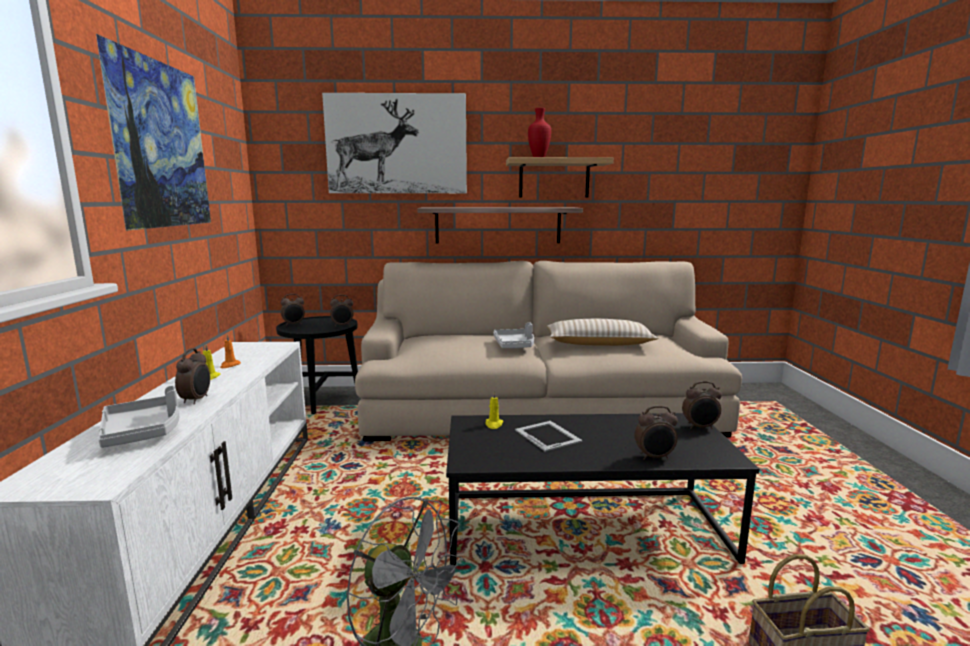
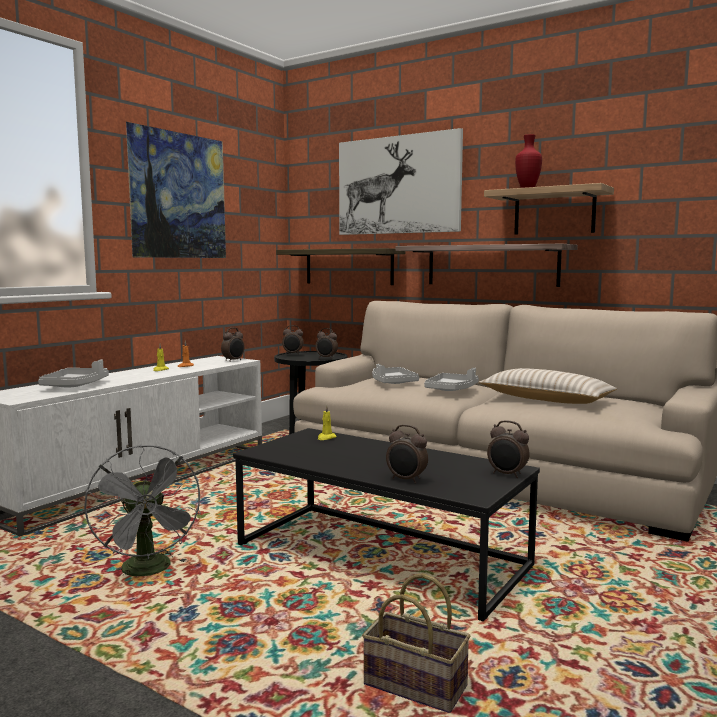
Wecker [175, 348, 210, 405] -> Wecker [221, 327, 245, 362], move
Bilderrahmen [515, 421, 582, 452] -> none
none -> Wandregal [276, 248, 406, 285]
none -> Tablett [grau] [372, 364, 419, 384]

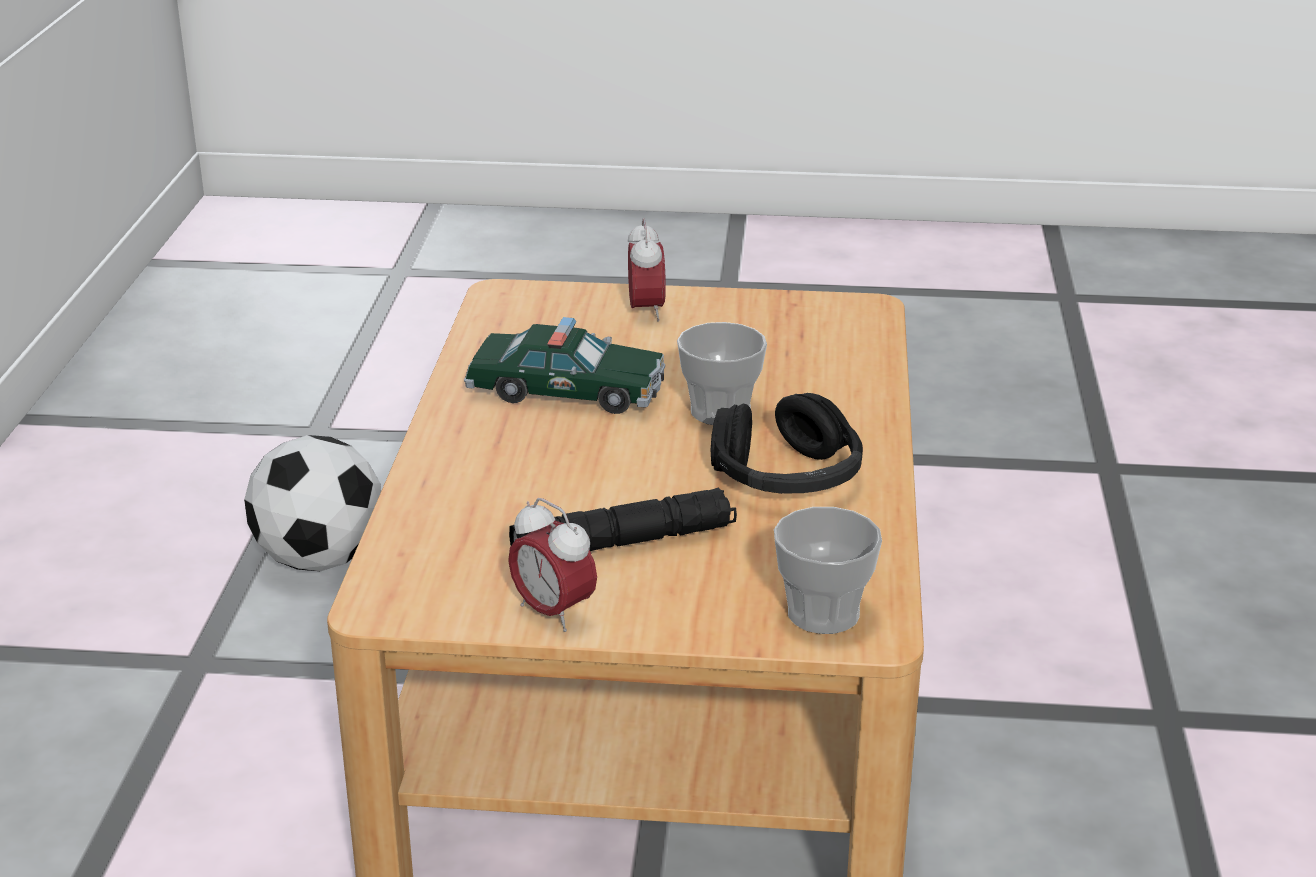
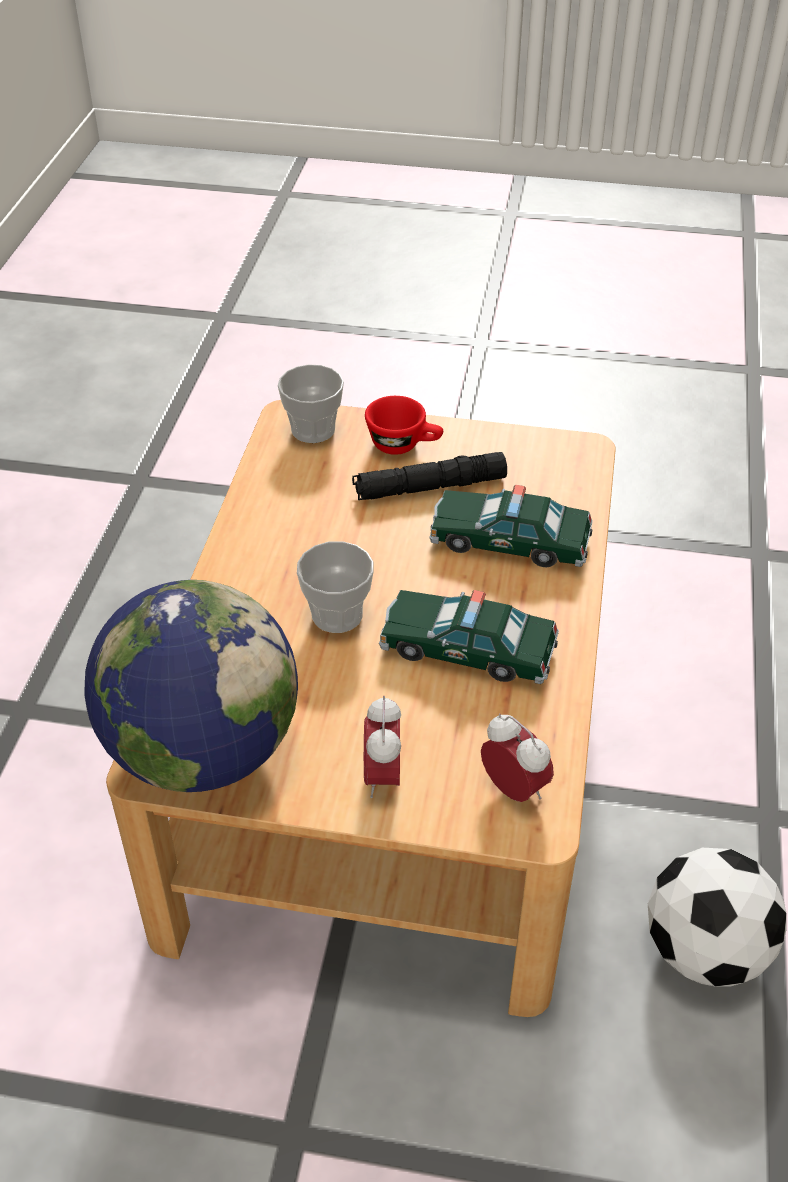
Wecker [508, 498, 597, 632] -> Wecker [481, 713, 554, 802], move
Kopfhörer [schwarz] [711, 393, 863, 494] -> none
none -> Globus [84, 580, 298, 792]
none -> Tasse [rot] [365, 396, 443, 455]
none -> Spielzeugauto [429, 485, 593, 567]

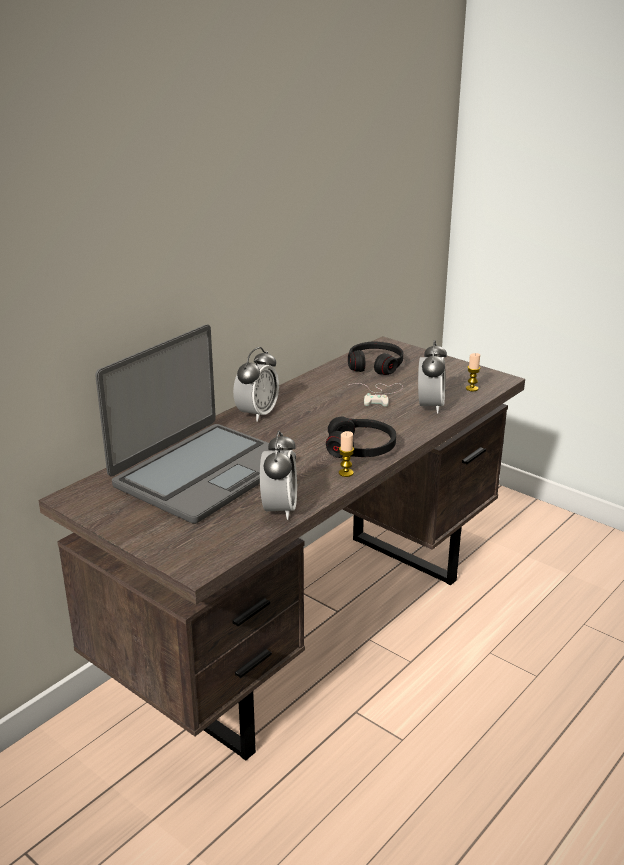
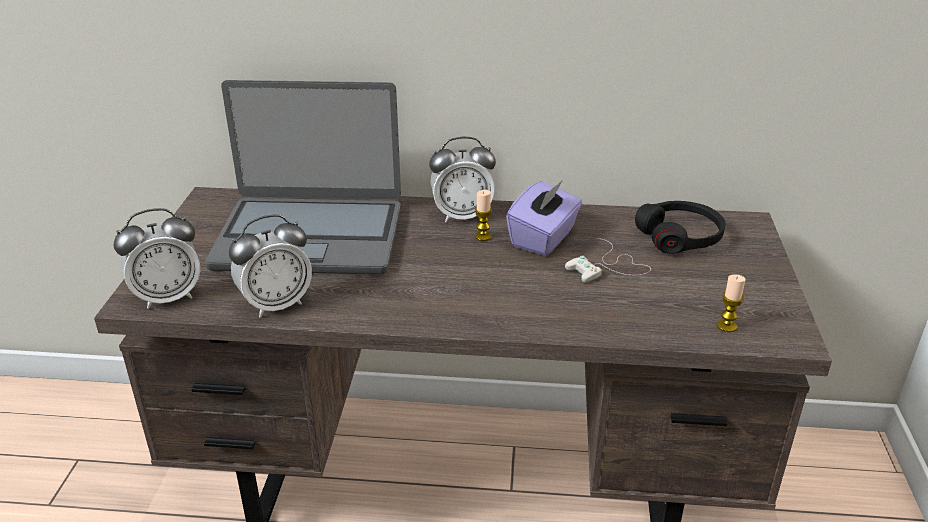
Kopfhörer [schwarz] [326, 417, 396, 458] -> none
Kerze [339, 431, 354, 477] -> Kerze [475, 190, 492, 241], move
Wecker [418, 340, 447, 413] -> Wecker [113, 208, 200, 309], move
none -> Taschentuchbox [lila] [506, 180, 582, 256]

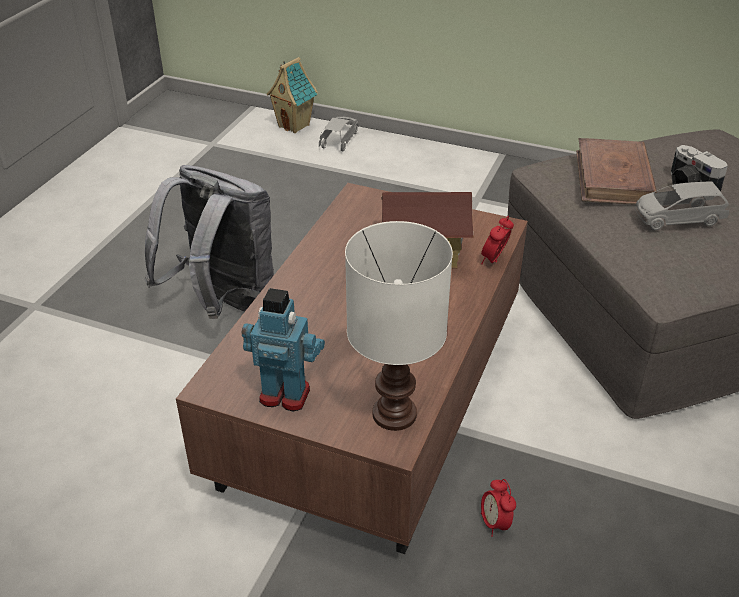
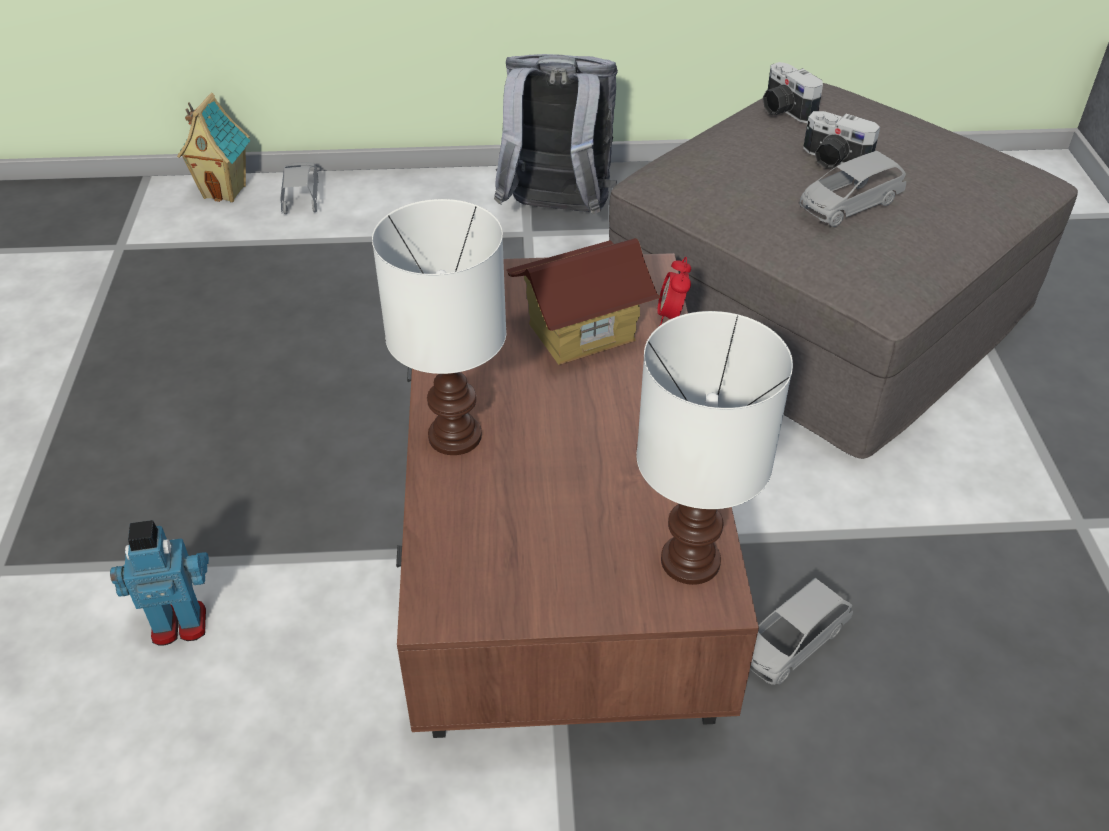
Rucksack [grau] [145, 165, 274, 319] -> Rucksack [grau] [494, 54, 618, 214], move
Spielzeugroboter [242, 288, 325, 411] -> Spielzeugroboter [110, 520, 209, 646], move
Wecker [481, 479, 516, 537] -> Spielzeugauto [grau] [750, 577, 853, 685]
Buch [braun] [576, 138, 657, 205] -> none
none -> Tischlampe [weiß] [372, 199, 507, 455]
none -> Kamera [763, 62, 823, 123]

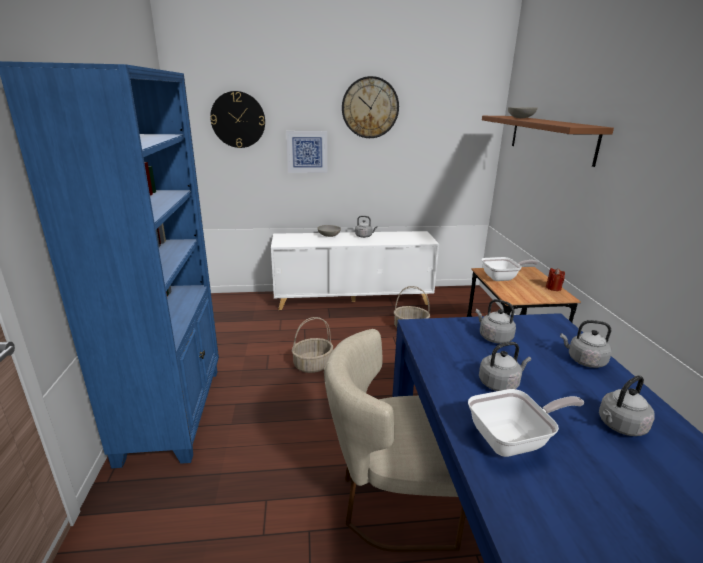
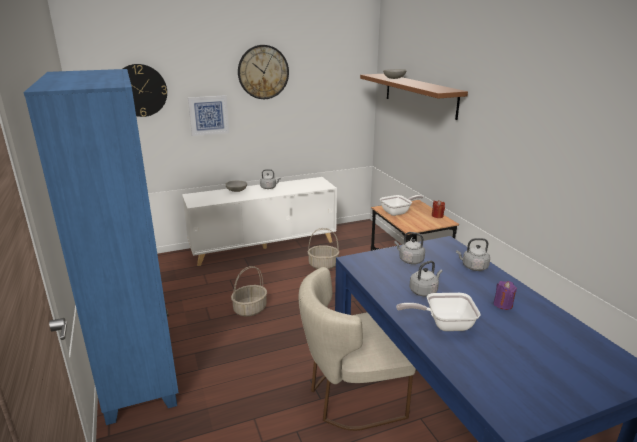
Pfanne [468, 389, 585, 457] -> Pfanne [396, 293, 481, 331], 150 degrees counterclockwise
Wasserkessel [grau] [599, 375, 655, 436] -> Kerze [lila] [494, 281, 517, 310]

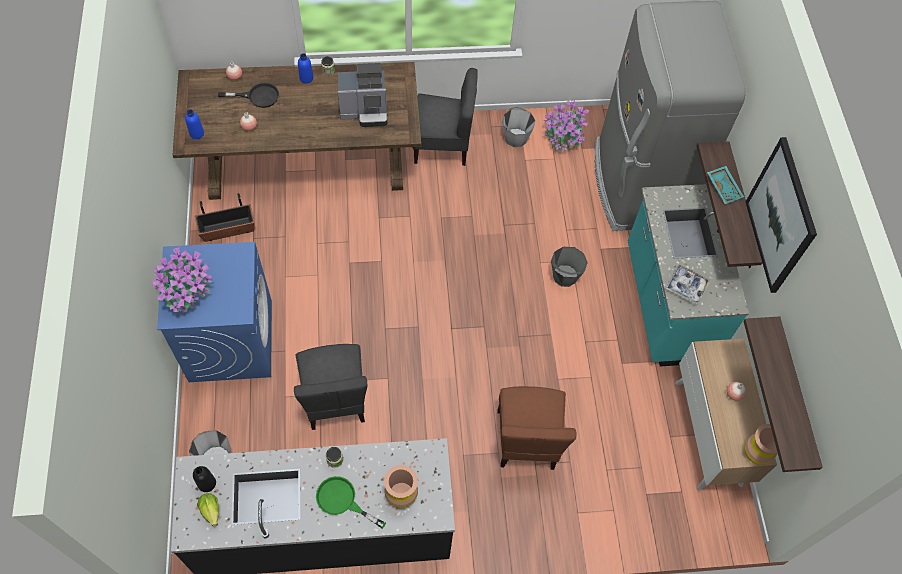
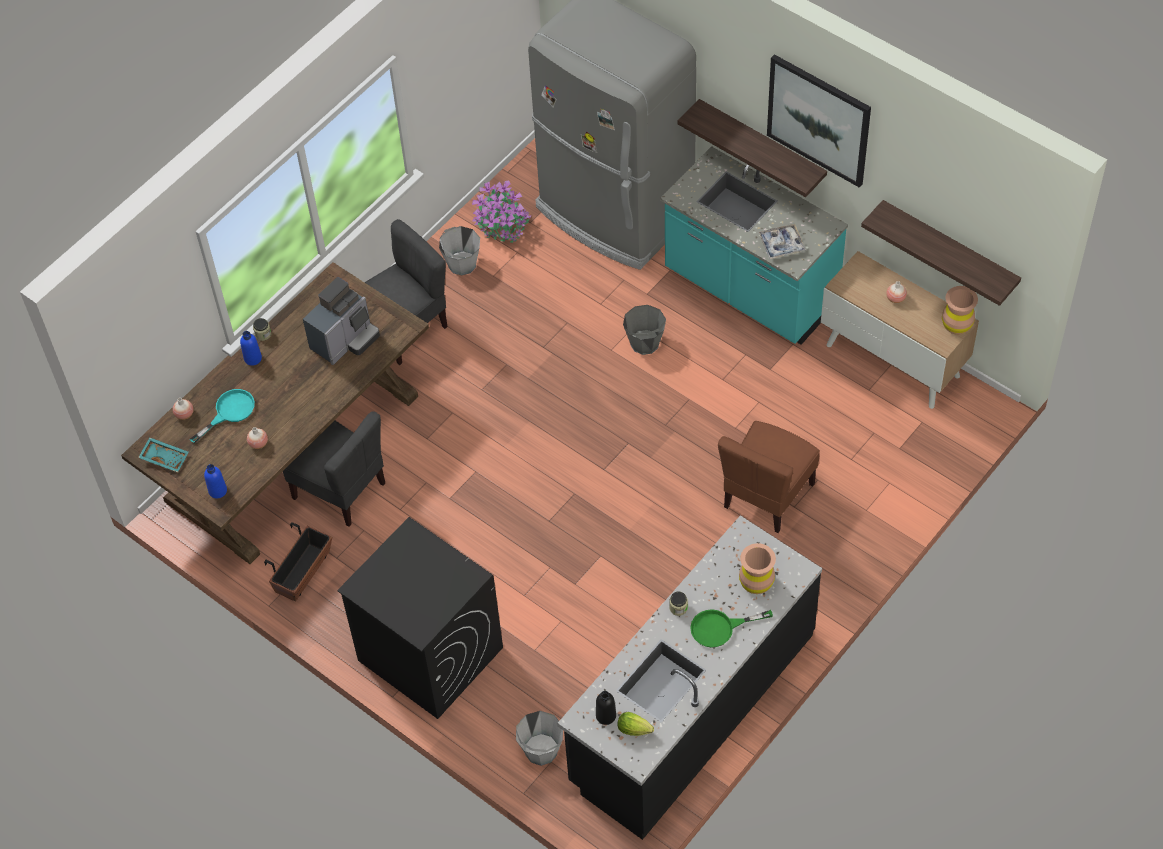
Topfpflanze [152, 247, 213, 313] -> none
Waschmaschine [blau] [157, 242, 272, 382] -> Waschmaschine [schwarz] [337, 517, 503, 719]
Pfanne [schwarz] [218, 83, 279, 108] -> Pfanne [türkis] [190, 389, 255, 443]
Stuhl [grau] [294, 344, 367, 430] -> Stuhl [grau] [283, 411, 385, 526], move
Stuhl [braun] [497, 386, 577, 470] -> Stuhl [braun] [718, 421, 820, 533], 75 degrees clockwise
Tablett [türkis] [707, 166, 744, 204] -> Tablett [türkis] [138, 437, 189, 472], move

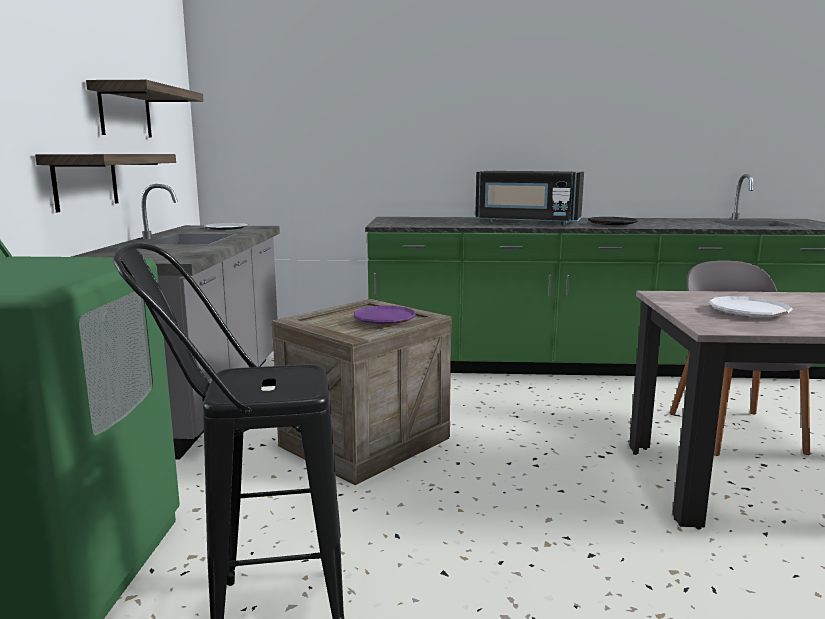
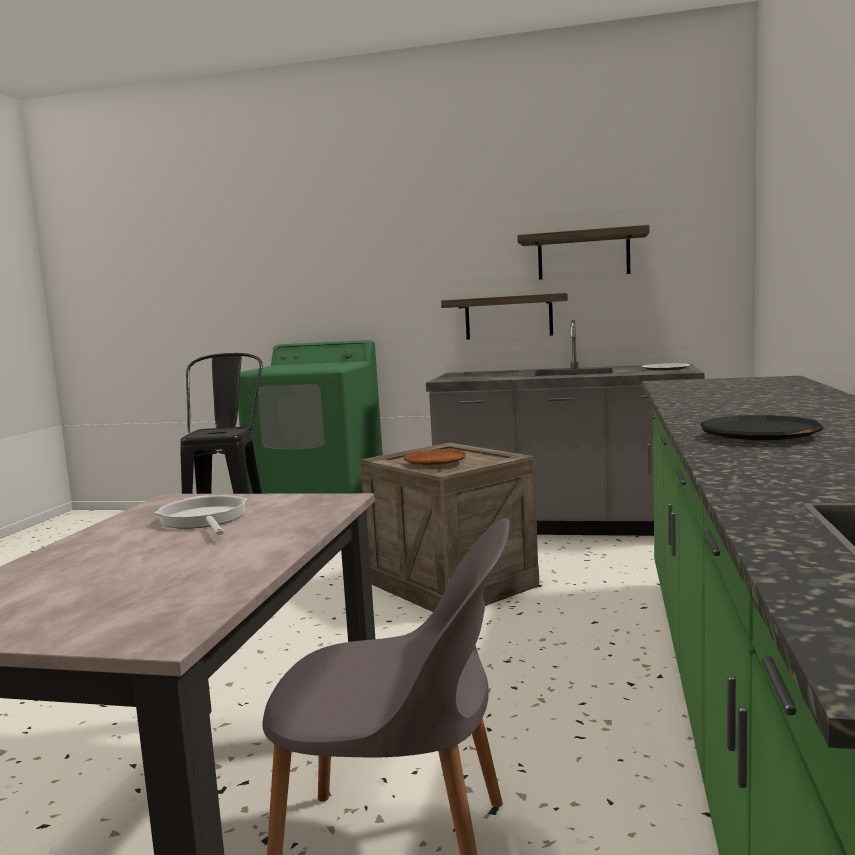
Teller [lila] [354, 306, 416, 324] -> Teller [braun] [404, 449, 466, 465]
Mikrowelle [schwarz] [475, 171, 584, 225] -> none
Teller [weiß] [709, 296, 793, 317] -> Pfanne [155, 495, 247, 535]

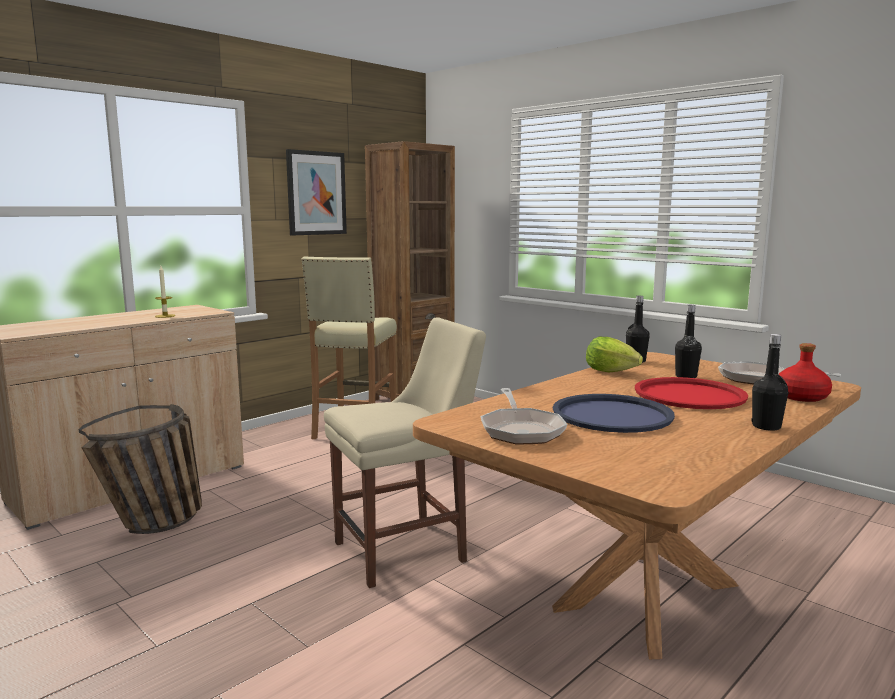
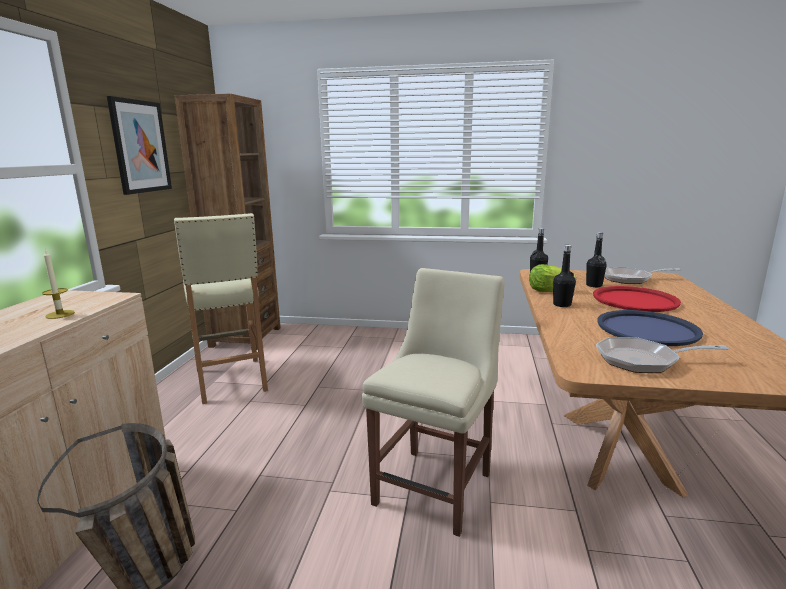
Pfanne [481, 388, 567, 444] -> Pfanne [596, 337, 729, 373], 135 degrees clockwise
Flasche [schwarz] [751, 334, 788, 431] -> Flasche [schwarz] [553, 245, 576, 307], move
Flasche [rot] [779, 343, 832, 402] -> none

